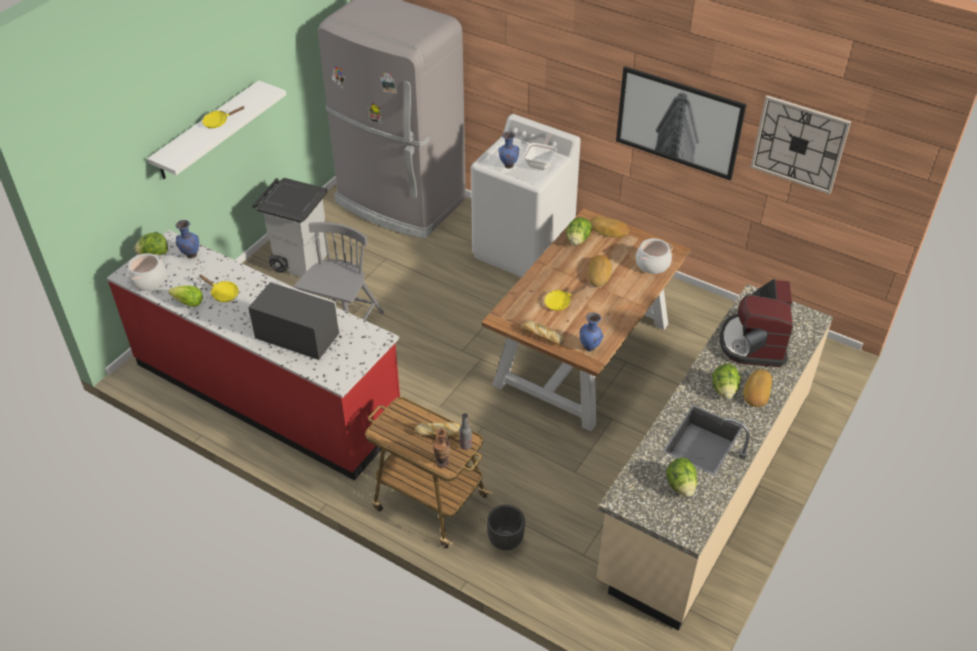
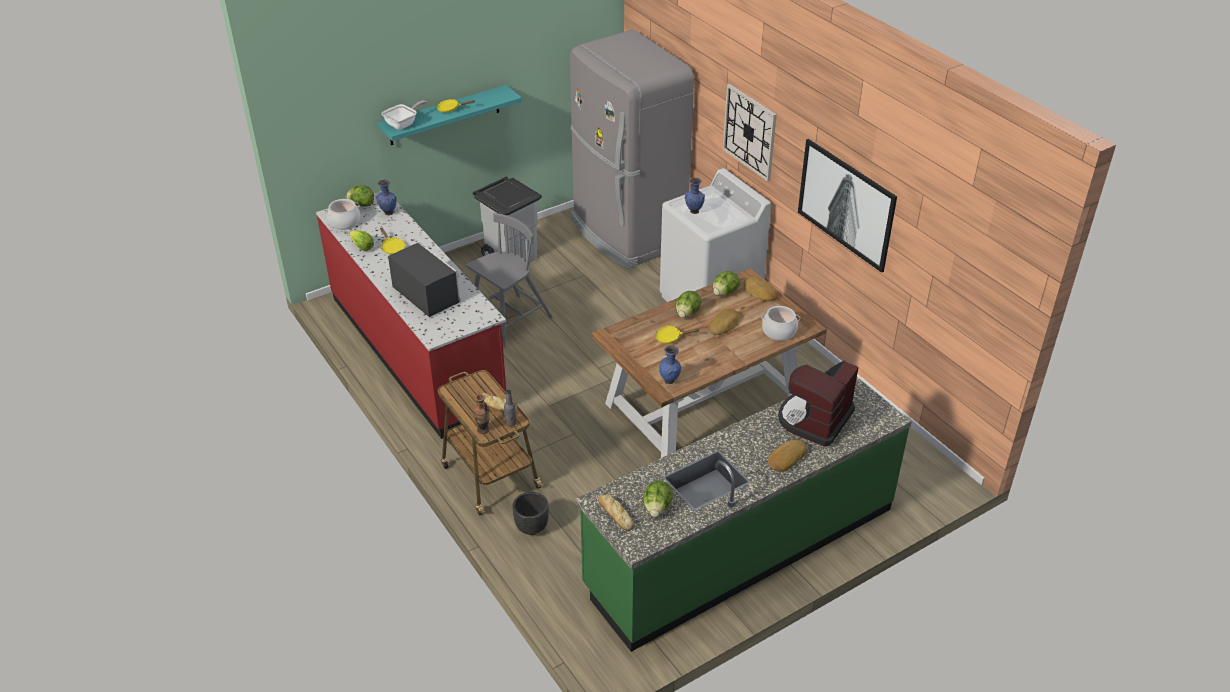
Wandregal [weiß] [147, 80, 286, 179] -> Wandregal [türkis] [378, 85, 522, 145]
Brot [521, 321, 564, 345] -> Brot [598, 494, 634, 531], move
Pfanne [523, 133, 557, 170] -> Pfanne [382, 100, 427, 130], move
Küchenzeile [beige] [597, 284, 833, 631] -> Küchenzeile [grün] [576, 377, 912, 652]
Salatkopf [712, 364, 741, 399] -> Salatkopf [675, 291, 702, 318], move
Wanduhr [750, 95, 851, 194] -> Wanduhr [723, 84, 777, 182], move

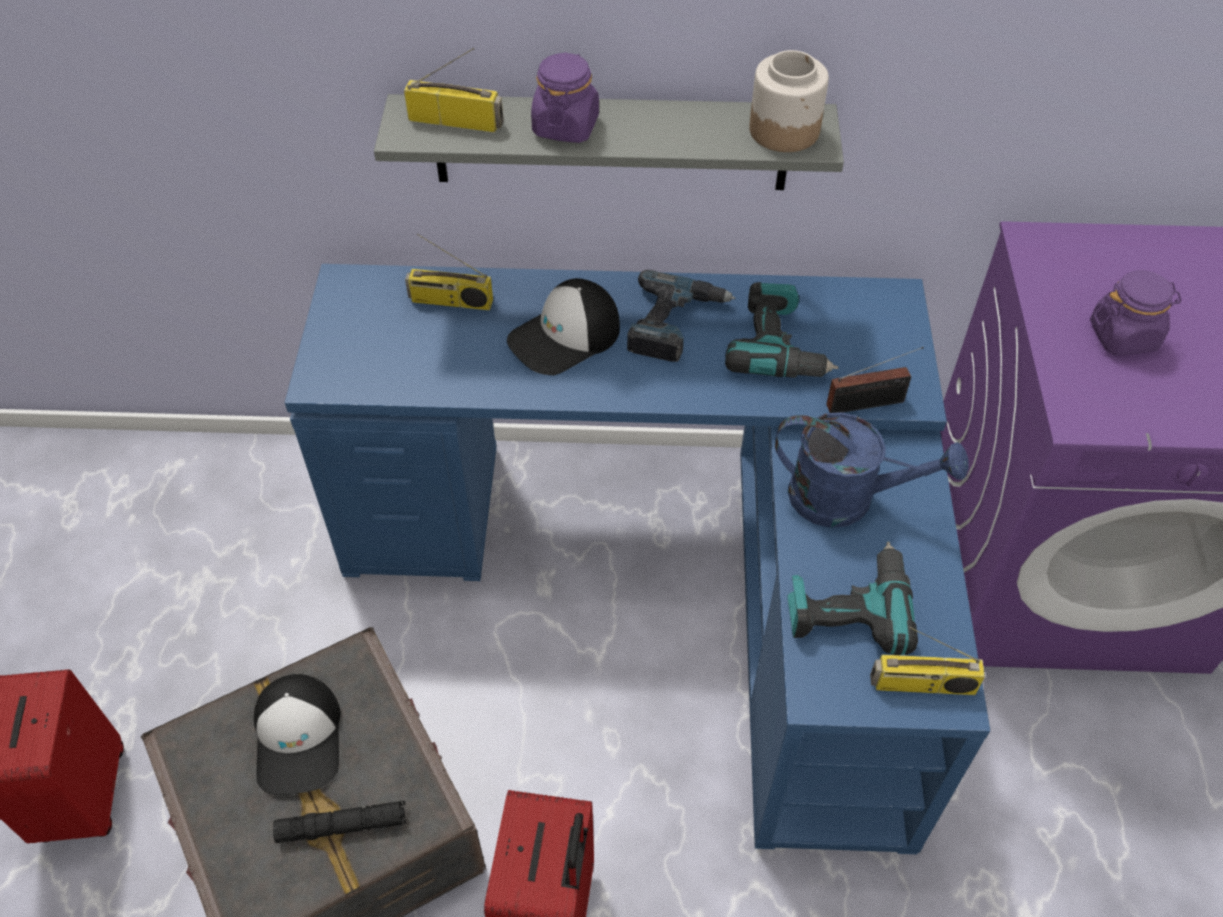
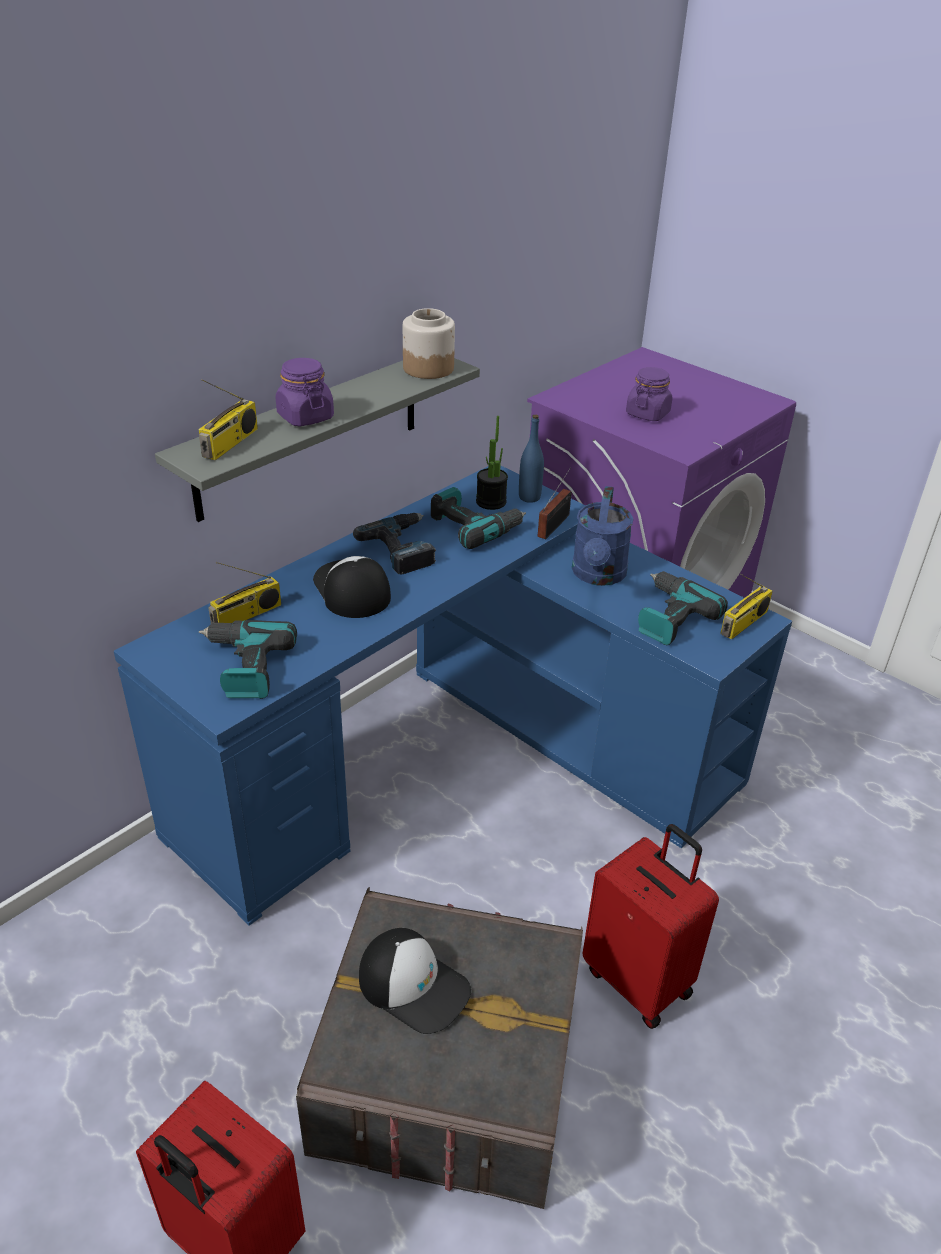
Taschenlampe [schwarz] [273, 801, 407, 843] -> none
Radio [404, 48, 504, 132] -> Radio [199, 379, 258, 460], 150 degrees clockwise
Kappe [507, 278, 620, 375] -> Kappe [313, 556, 391, 618], 150 degrees clockwise
Gießkanne [blau] [775, 412, 969, 528] -> Gießkanne [blau] [572, 486, 633, 586], 135 degrees clockwise
none -> Bohrmaschine [199, 620, 297, 699]
none -> Topfpflanze [476, 416, 508, 510]
none -> Flasche [blau] [519, 415, 544, 503]

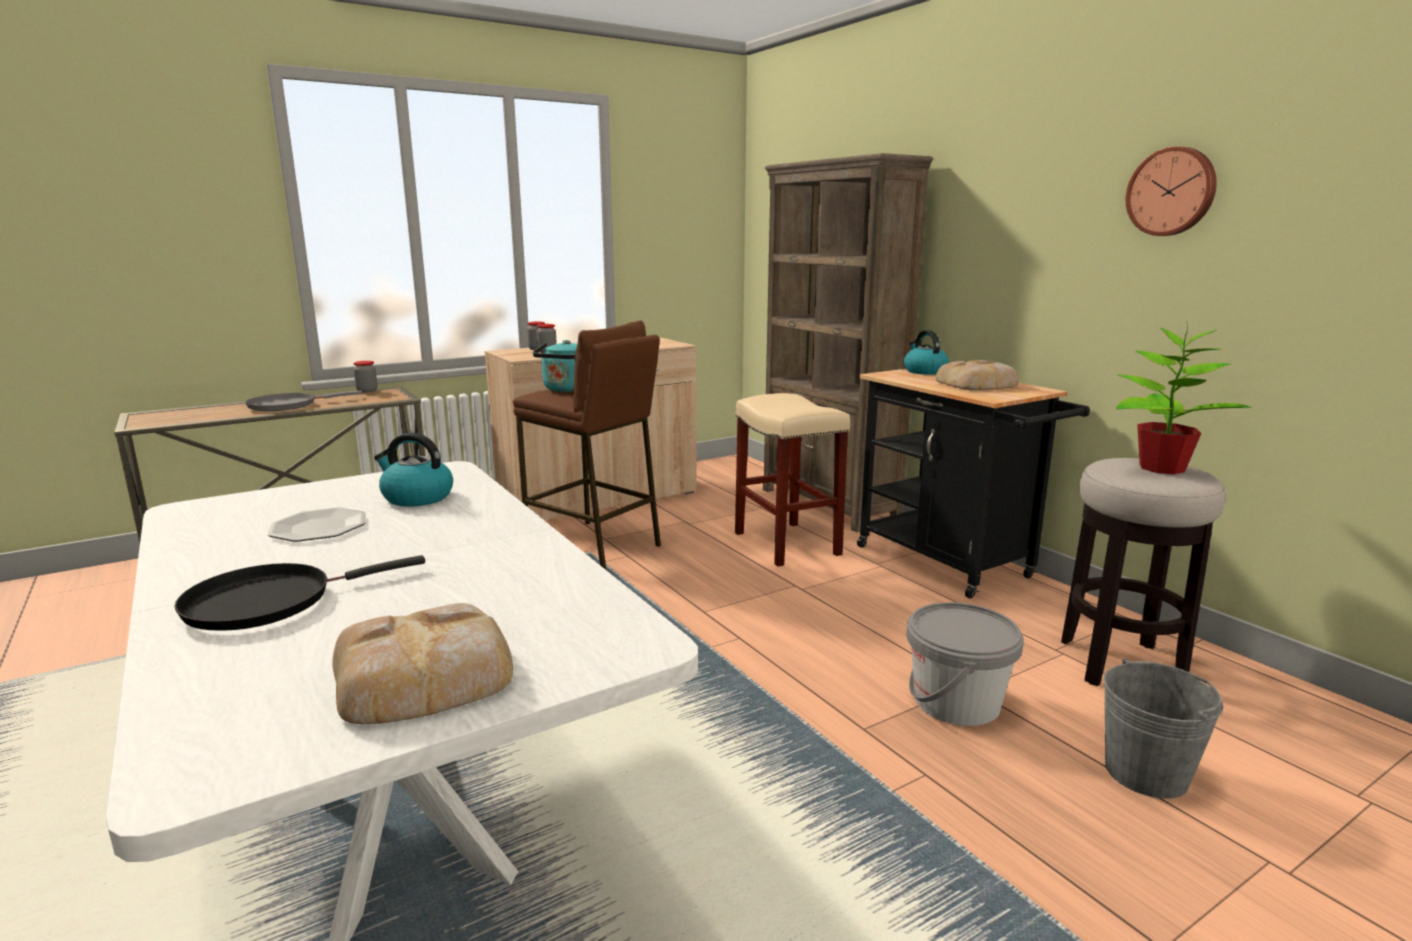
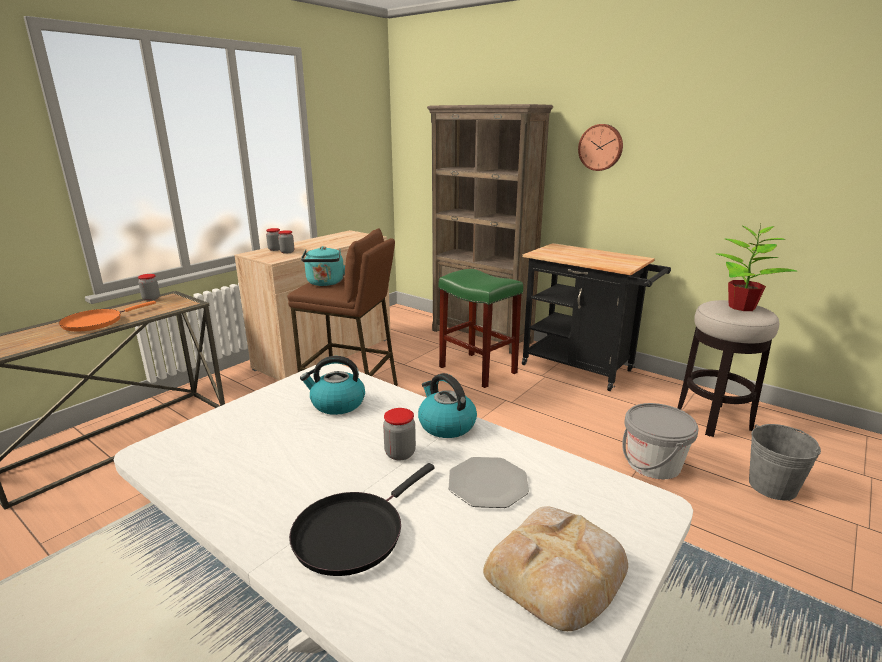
Pfanne [grau] [245, 391, 362, 411] -> Pfanne [orange] [59, 301, 156, 331]
Teller [268, 507, 365, 542] -> Teller [449, 457, 529, 508], move
Hocker [beige] [735, 393, 850, 567] -> Hocker [grün] [439, 269, 523, 388]
Wasserkessel [904, 330, 949, 375] -> Wasserkessel [418, 373, 477, 438], move
Brot [935, 360, 1019, 390] -> none
Wanduhr [1126, 146, 1217, 236] -> Wanduhr [578, 124, 623, 171], move
none -> Vorratsglas [383, 408, 416, 461]

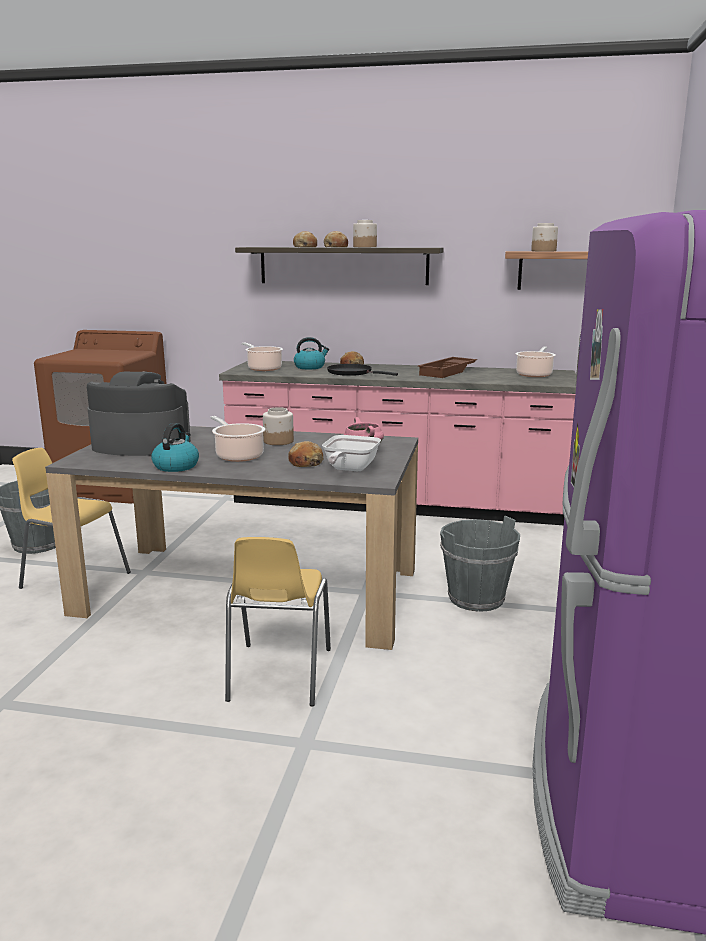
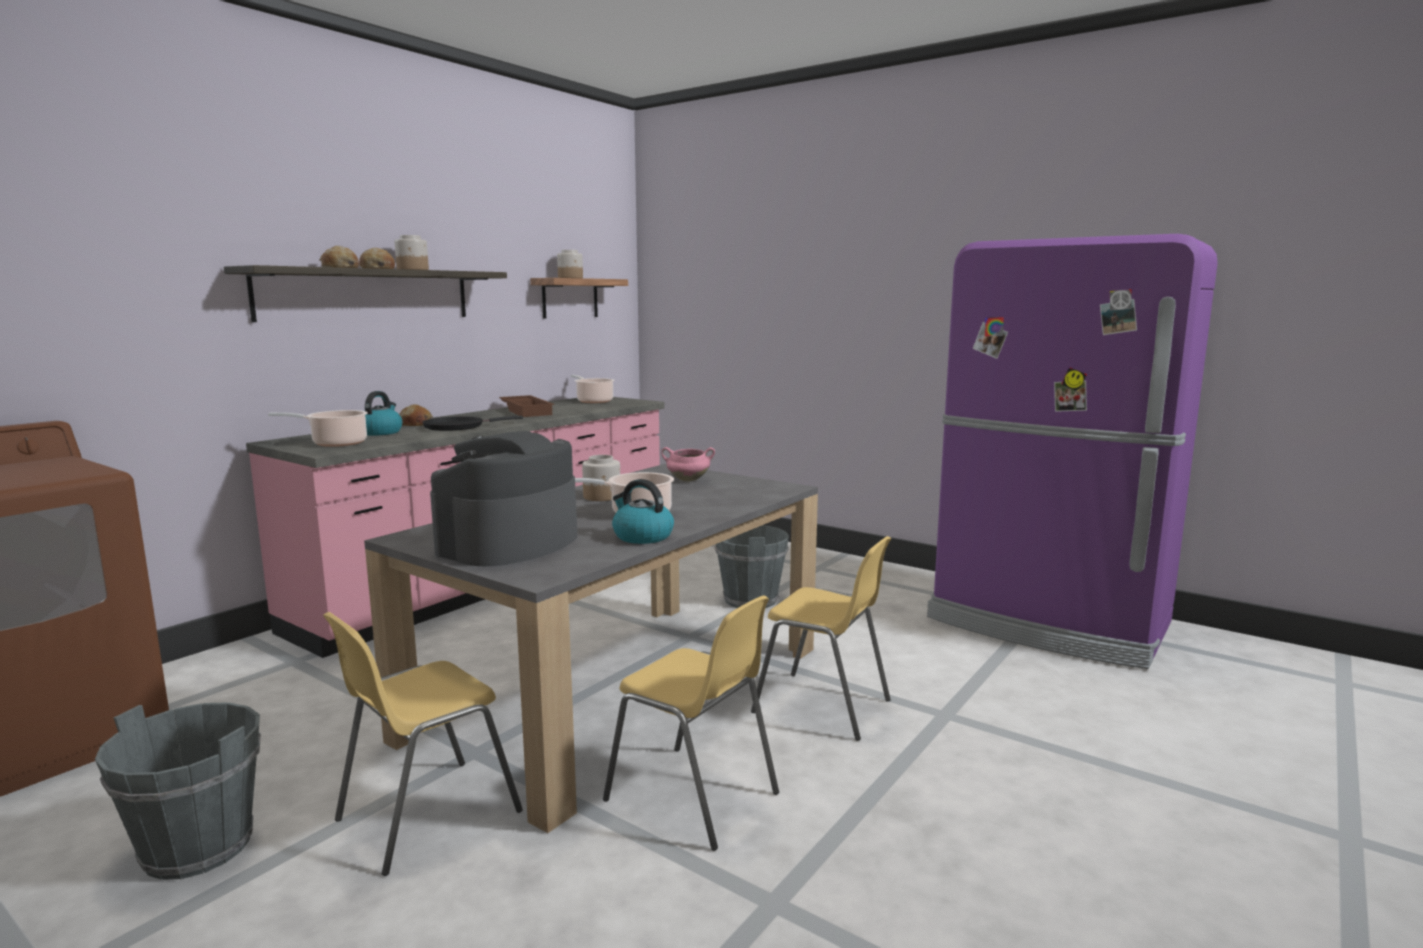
Brot [288, 441, 323, 467] -> none
Pfanne [322, 435, 381, 471] -> none
none -> Stuhl [gelb] [603, 595, 779, 851]

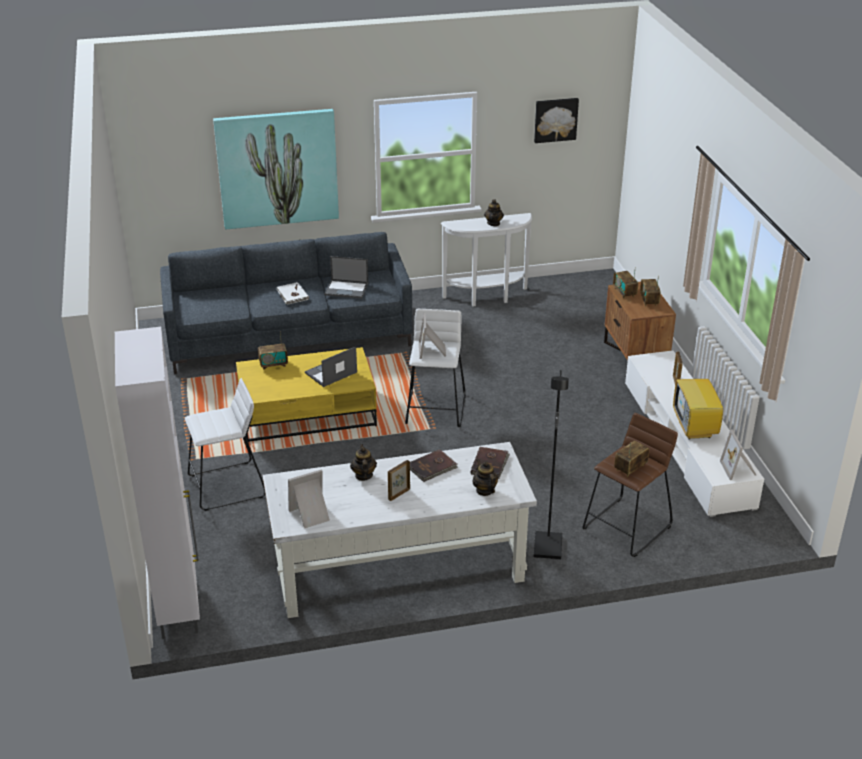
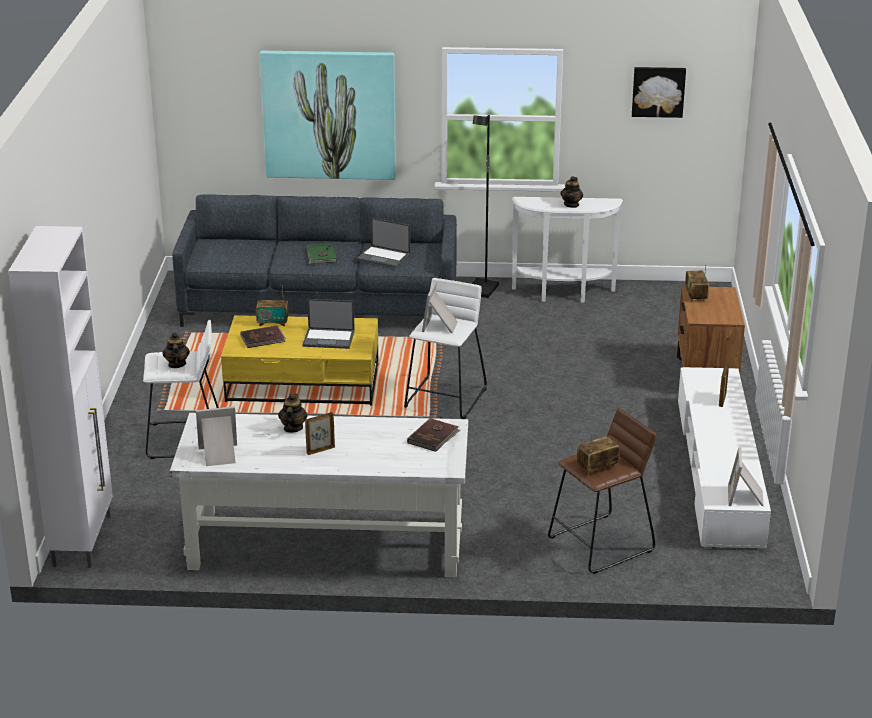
Buch [weiß] [277, 282, 309, 305] -> Buch [grün] [307, 243, 337, 264]
Laptop [305, 346, 357, 387] -> Laptop [303, 299, 355, 349], 150 degrees counterclockwise
Buch [braun] [410, 449, 458, 482] -> Buch [braun] [240, 326, 286, 348], move
Teekanne [473, 459, 498, 496] -> Teekanne [163, 332, 190, 368], move
Stehlampe [schwarz] [534, 370, 569, 560] -> Stehlampe [schwarz] [472, 115, 499, 298], move
Radio [640, 276, 661, 307] -> none
Fernseher [673, 377, 727, 440] -> none

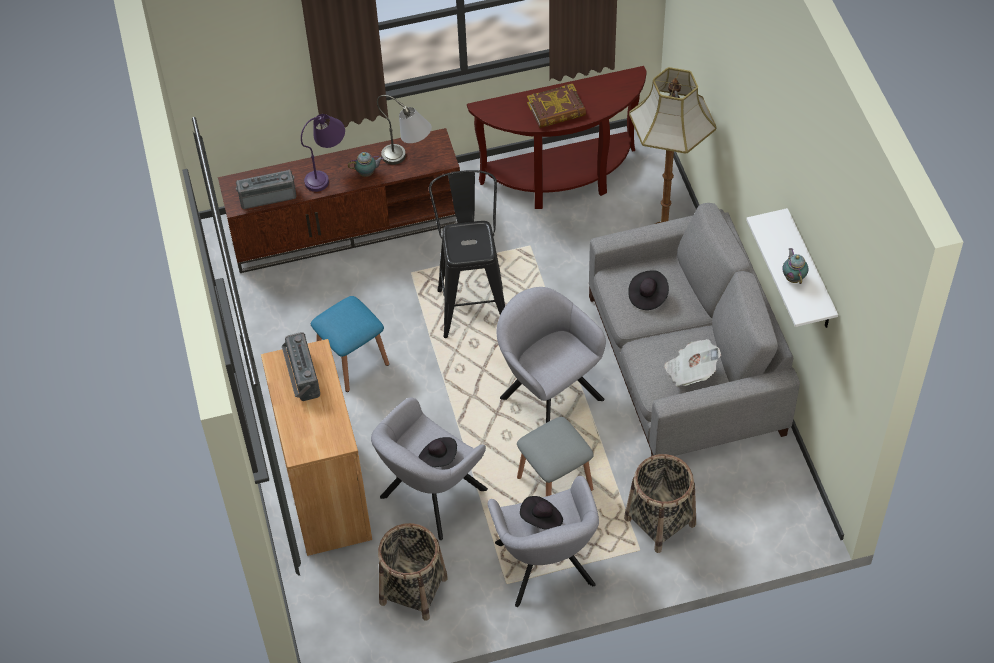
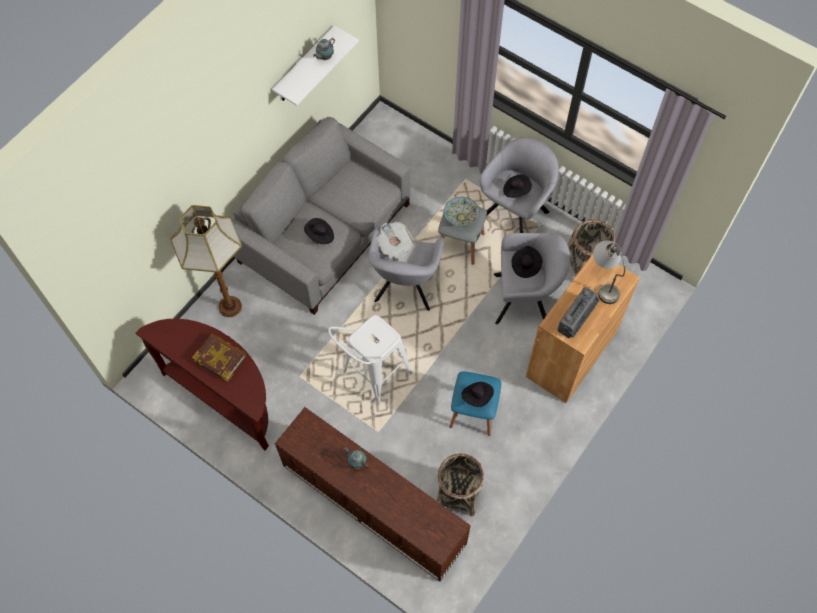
Radio [236, 170, 296, 209] -> none
Tischlampe [lila] [301, 114, 345, 192] -> none
Tischlampe [grau] [377, 95, 432, 165] -> Tischlampe [grau] [593, 240, 625, 304], move
Hocker [schwarz] [429, 170, 505, 338] -> Hocker [weiß] [328, 315, 412, 405]
Korb [624, 454, 696, 553] -> Korb [436, 453, 484, 516], move
Zeitung [664, 339, 721, 387] -> Zeitung [377, 222, 416, 262], move
none -> Schüssel [444, 197, 479, 227]
none -> Hut [schwarz] [461, 382, 494, 407]

